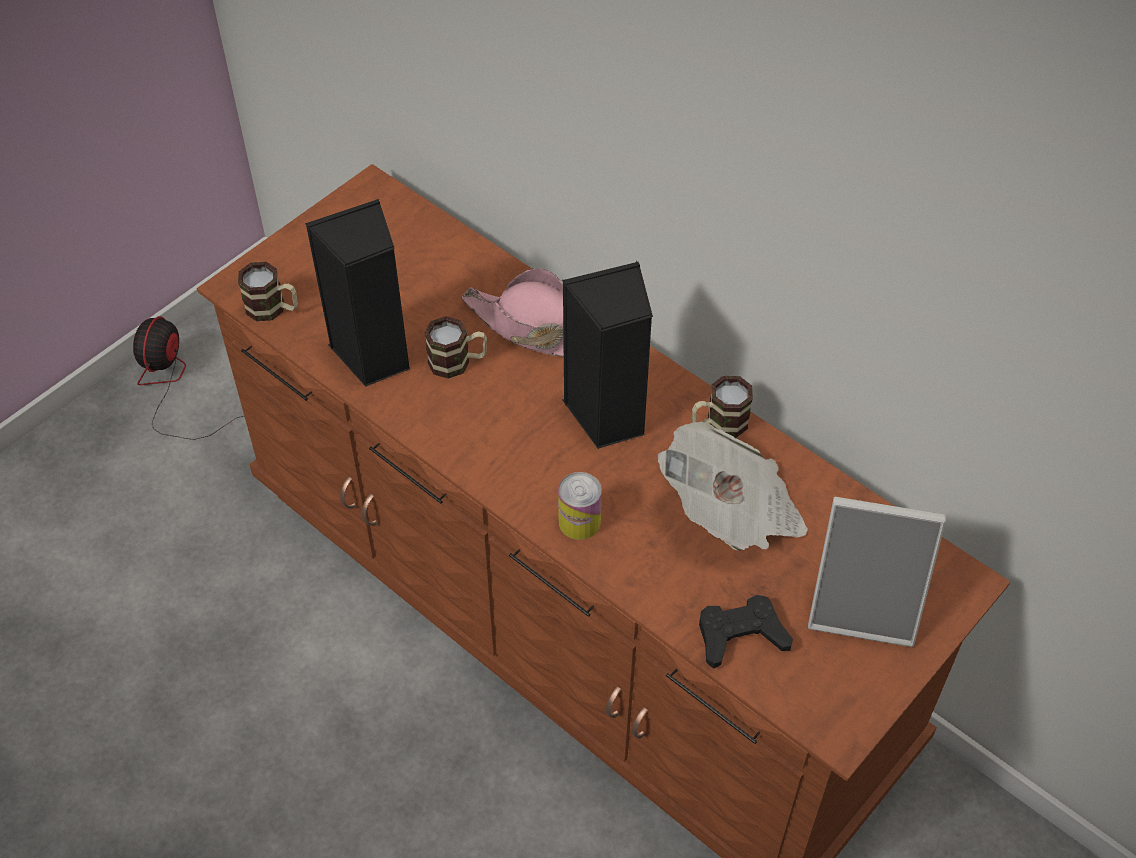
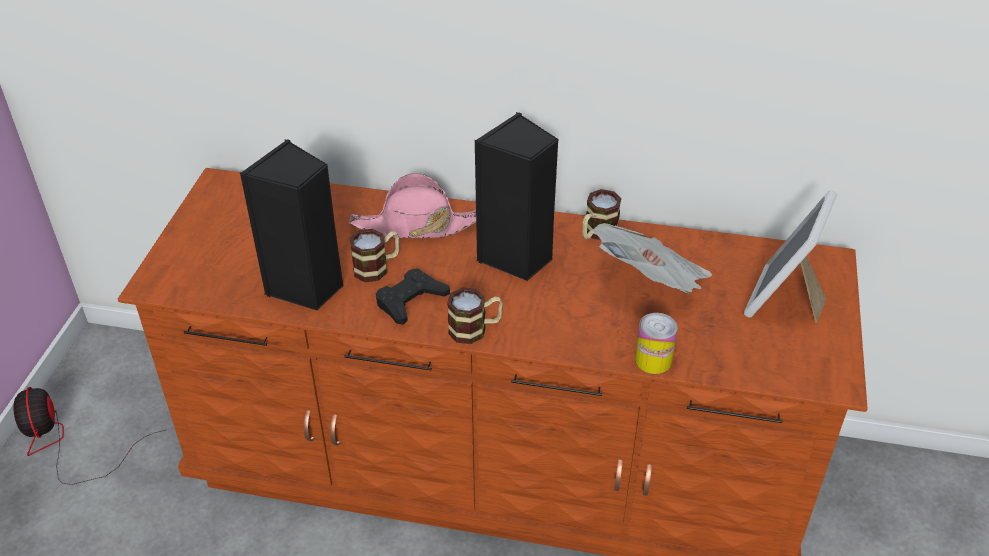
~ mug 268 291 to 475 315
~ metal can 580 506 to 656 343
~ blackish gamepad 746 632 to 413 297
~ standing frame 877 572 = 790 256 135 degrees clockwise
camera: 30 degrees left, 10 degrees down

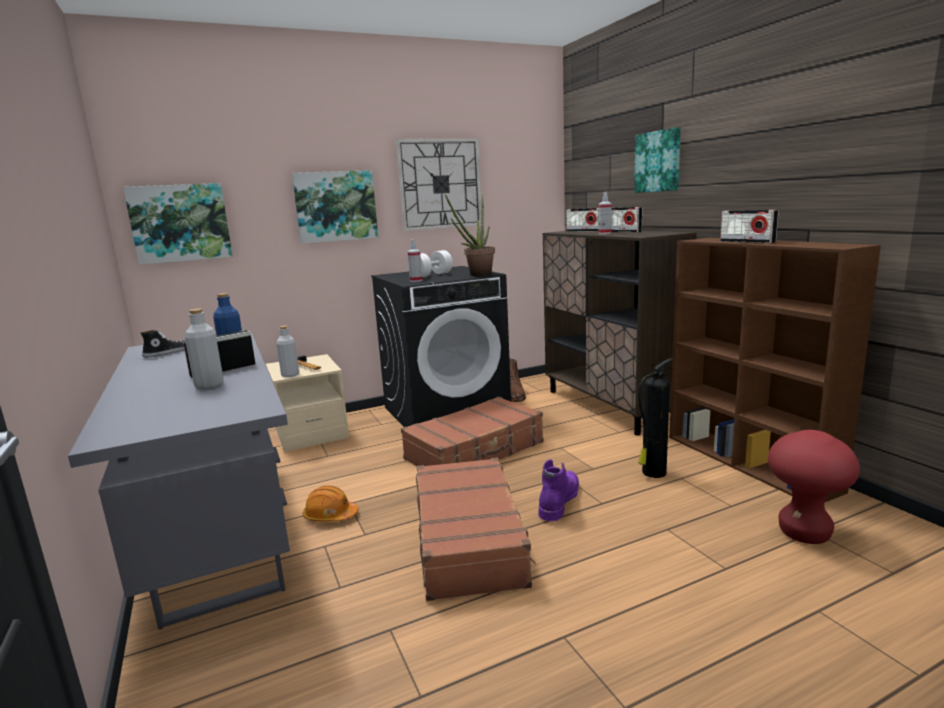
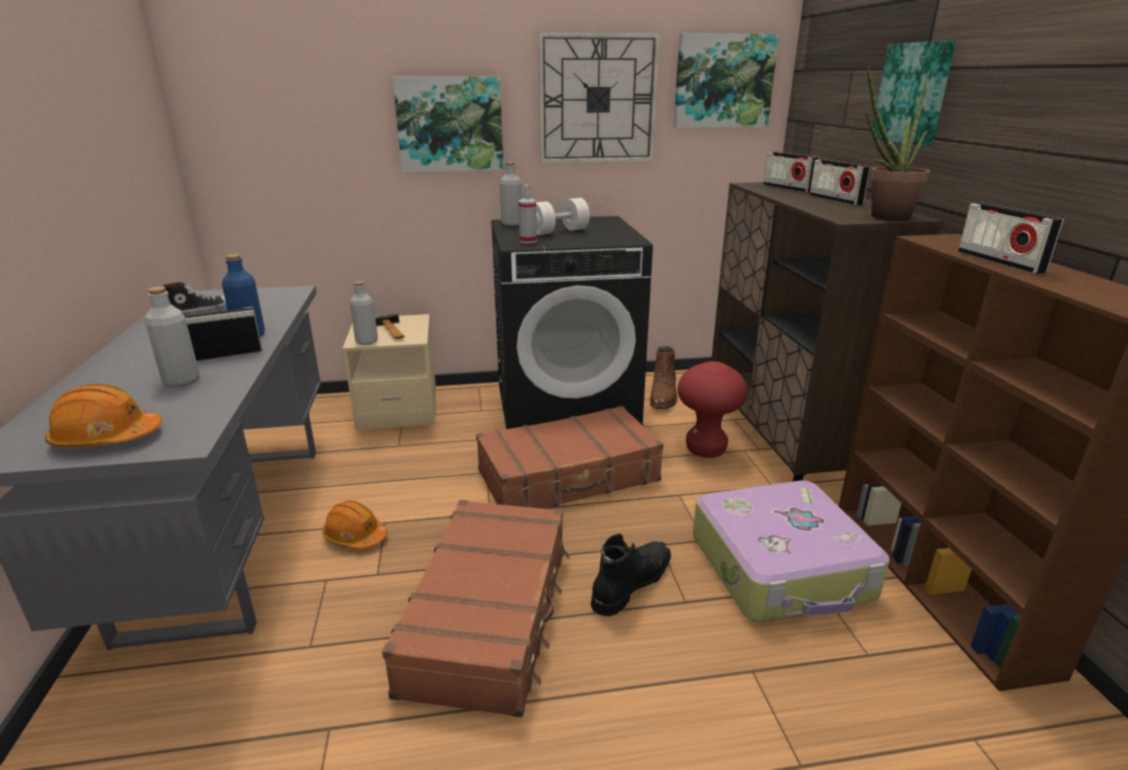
- hand sprayer 605 213
+ orangey safety helmet 103 415
+ gray drink bottle 511 194
~ wall art 178 224 to 726 80
~ plant in a pot 470 235 to 898 143
~ red stool seat 814 487 to 712 409
~ extinguisher 656 418 to travel case 791 551
~ purple-coloured high-top boot 558 490 to blackish high-top boot 631 574
camera: 15 degrees right, 10 degrees up

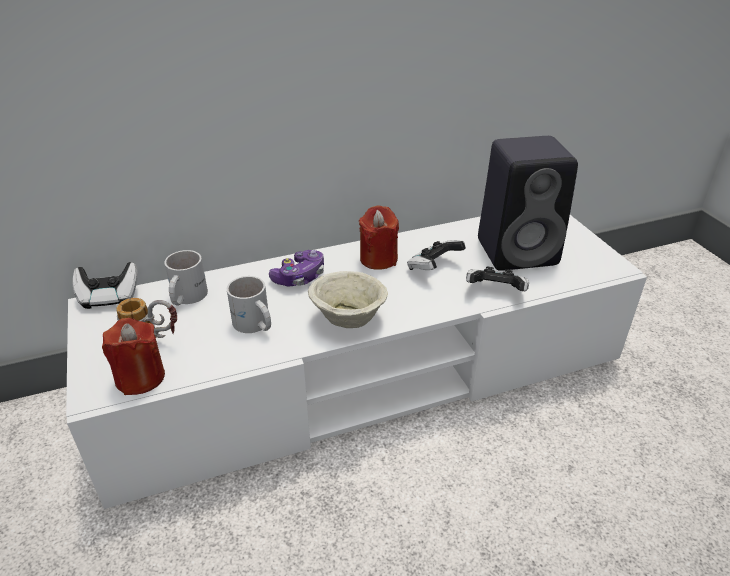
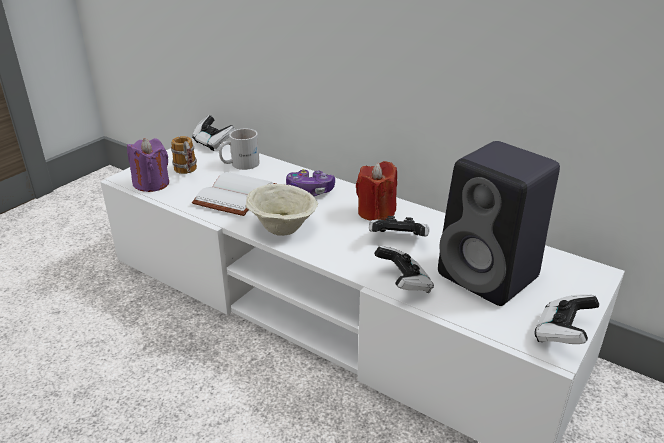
+ gamepad 566 319
~ white-coloured mug 249 304 to white-coloured volume 234 194
~ red wax candle 133 356 to purple-coloured wax candle 148 165
camera: 55 degrees right, 5 degrees down

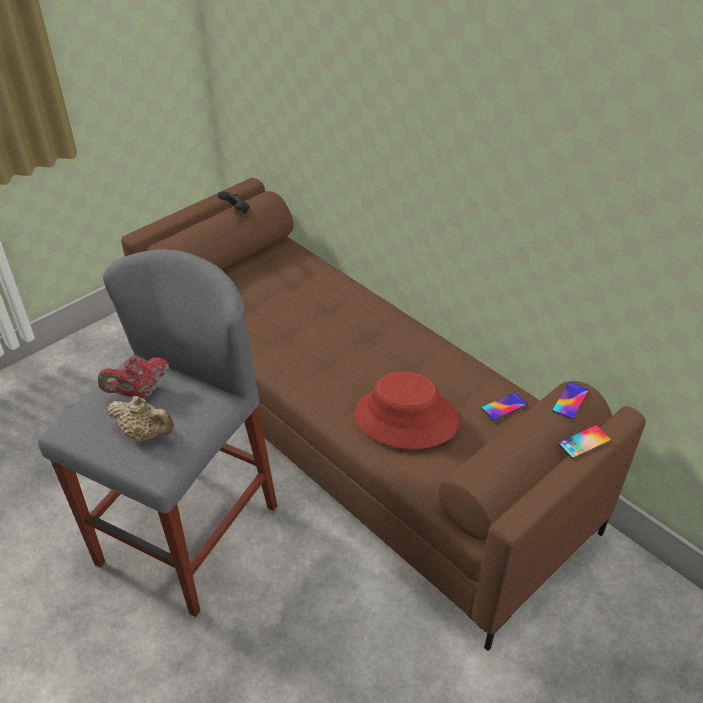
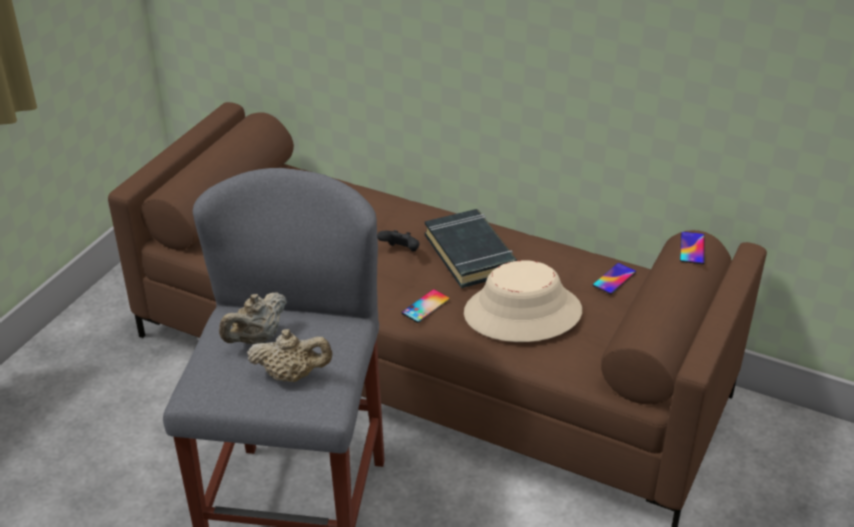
+ blackish volume 471 248
~ blackish gamepad 233 202 to 398 241
~ phone 584 442 to 426 306
~ red teapot 133 377 to beige-coloured teapot 253 318
~ red wearable hat 407 410 to beige-coloured wearable hat 523 301
camera: 20 degrees left, 5 degrees down

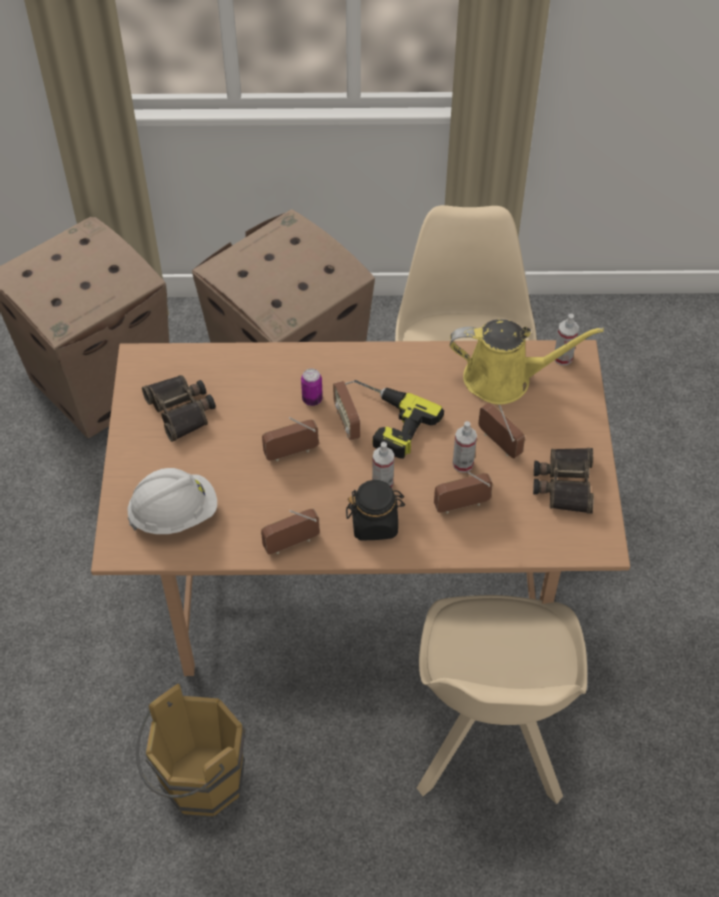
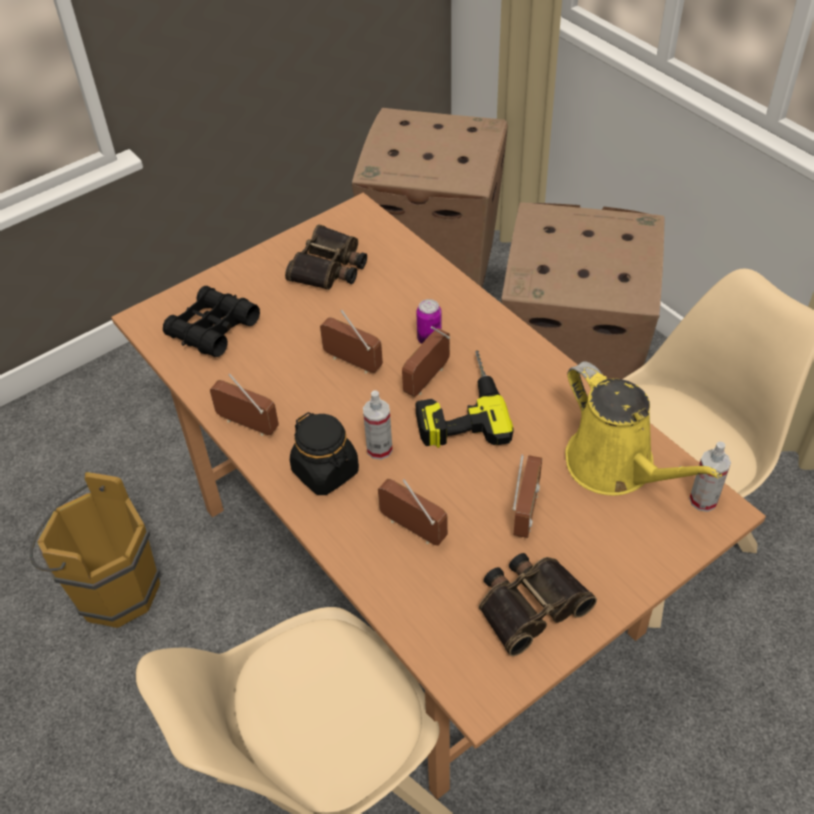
- hand sprayer 465 447
~ white-coloured safety helmet 172 501 to blackish field glasses 211 321
camera: 55 degrees right, 5 degrees down

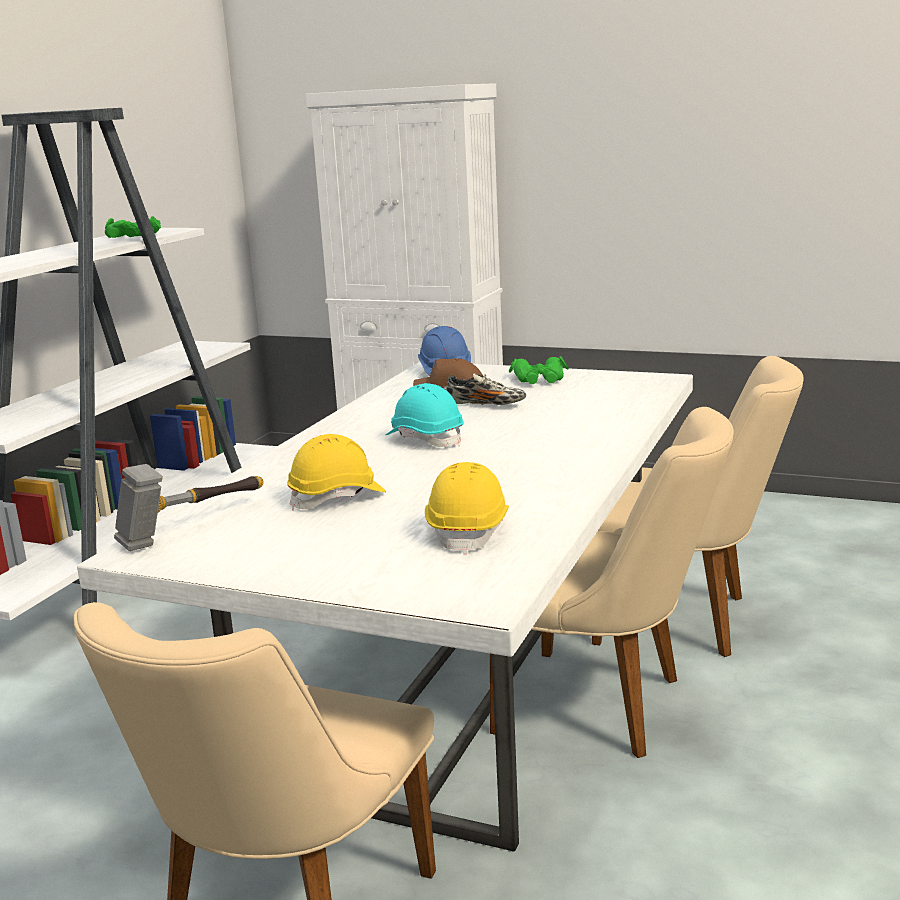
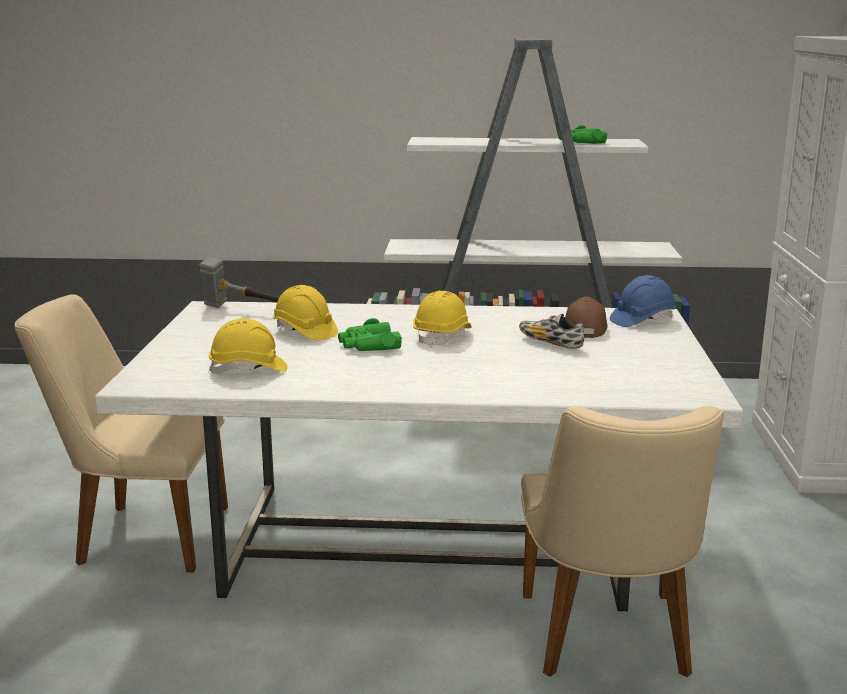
- beige-coloured plain chair 612 582
~ green field glasses 539 370 to 370 334
~ blue-green safety helmet 425 415 to yellow safety helmet 442 319
~ shoe 486 389 = 551 331 135 degrees clockwise
camera: 70 degrees right, 0 degrees up

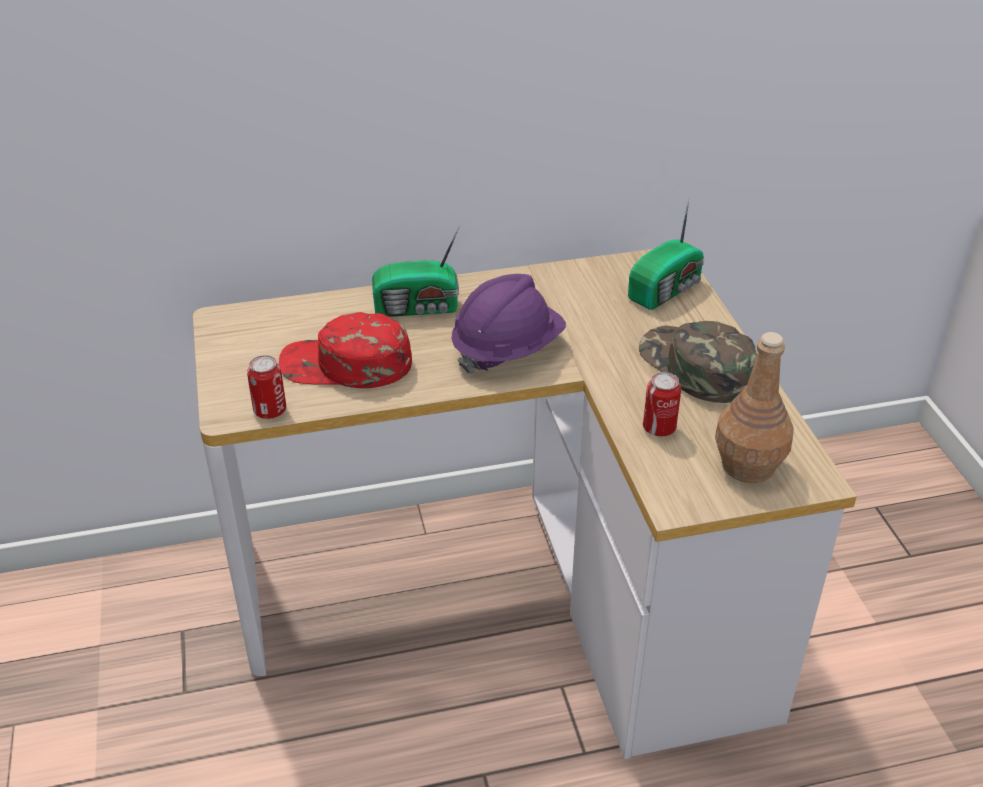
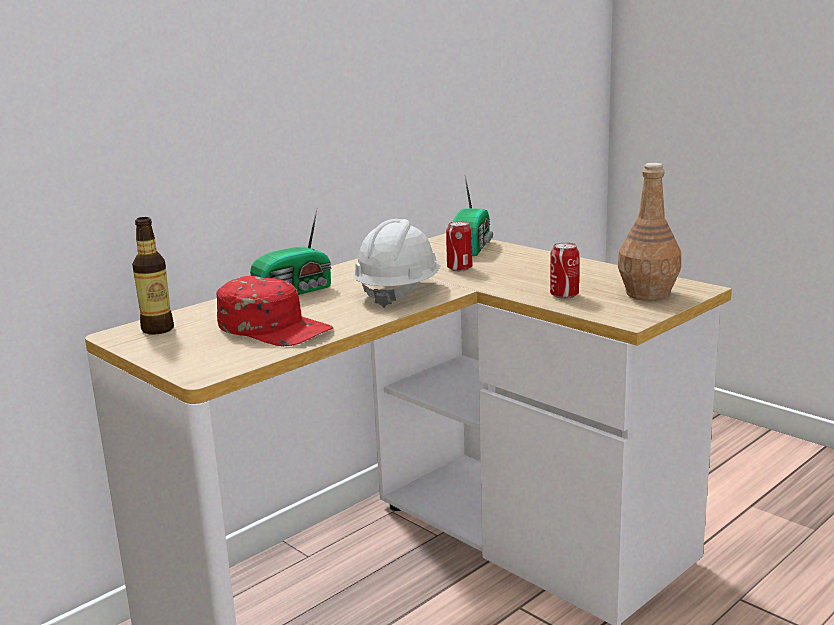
- green peaked cap 698 362
+ drink bottle 153 276
~ metal can 266 387 to 459 246
~ purple-coloured safety helmet 508 324 to white-coloured safety helmet 396 263
~ red peaked cap 345 350 = 275 311 120 degrees counterclockwise
camera: 30 degrees left, 20 degrees down

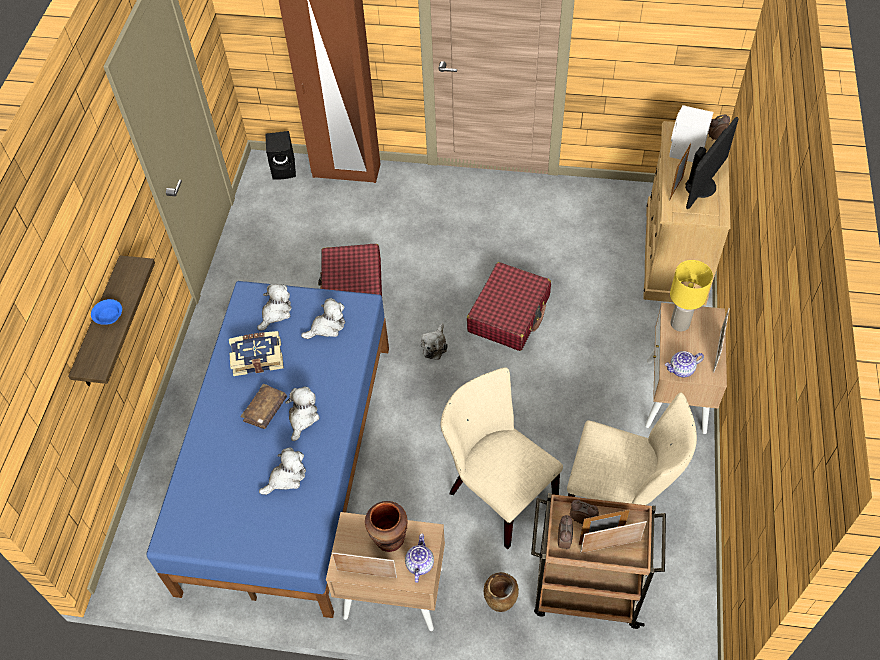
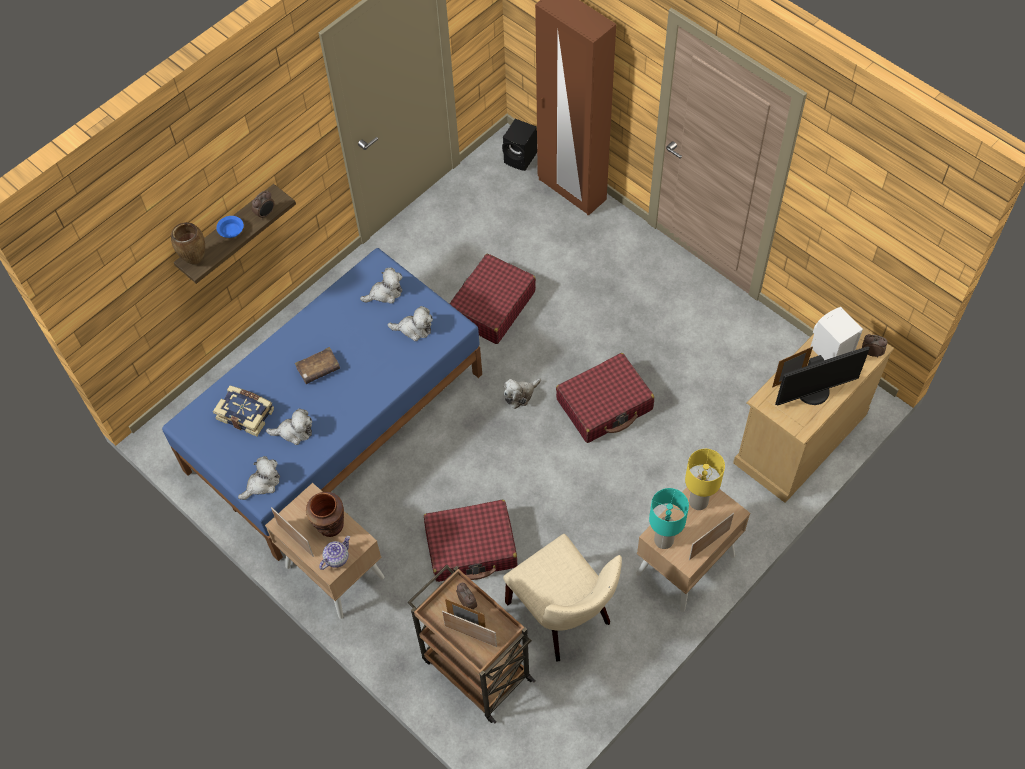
~ volume 256 353 to 243 411
~ soft toy 302 414 to 259 478
~ brown flower vase 501 592 to 188 243
~ table clock 565 532 to 263 205
~ beige-coloured plain chair 502 458 to red travel case 470 541
~ teapot 684 364 to blue-green table lamp 669 518
camera: 35 degrees right, 5 degrees up

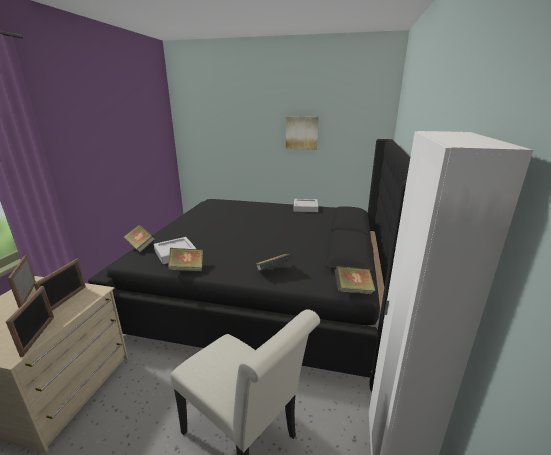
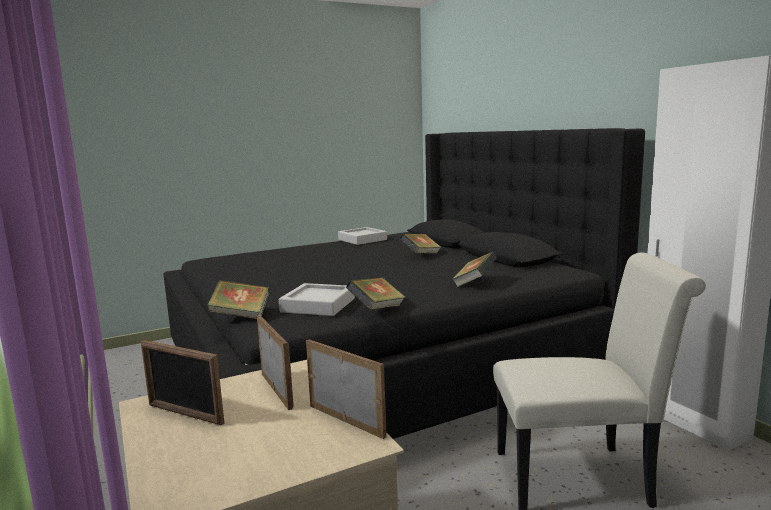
- wall art 302 133
~ volume 355 280 to 420 244
camera: 40 degrees left, 10 degrees down

